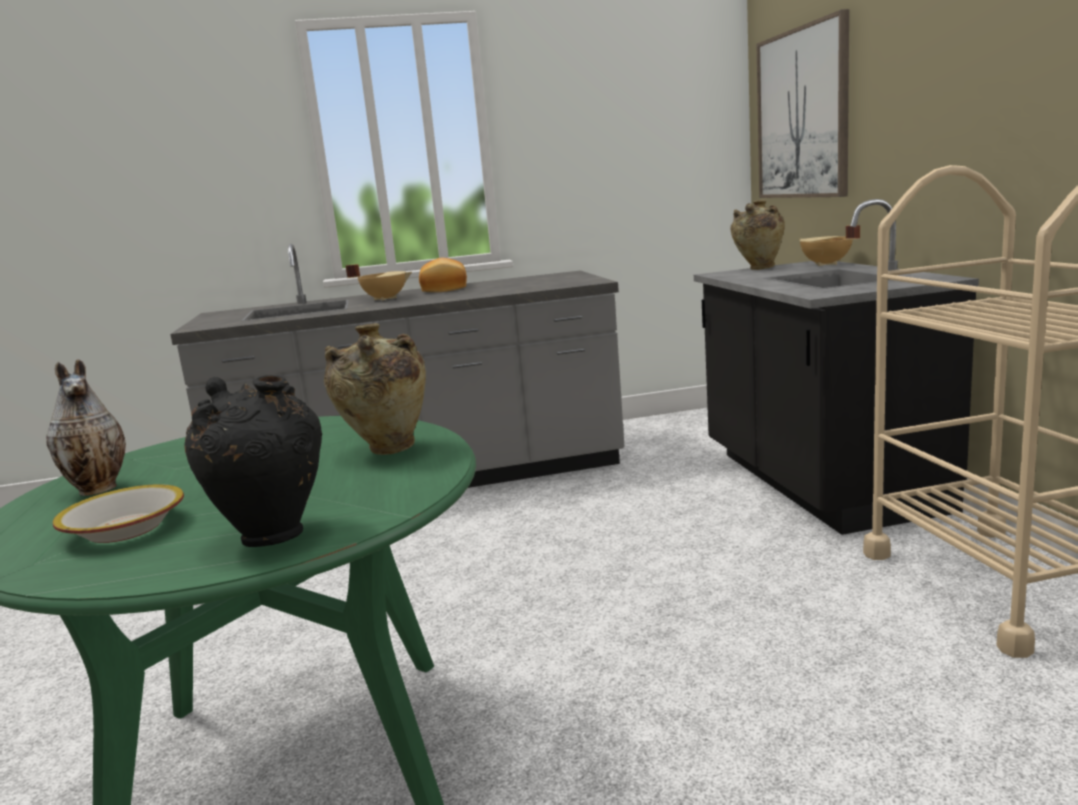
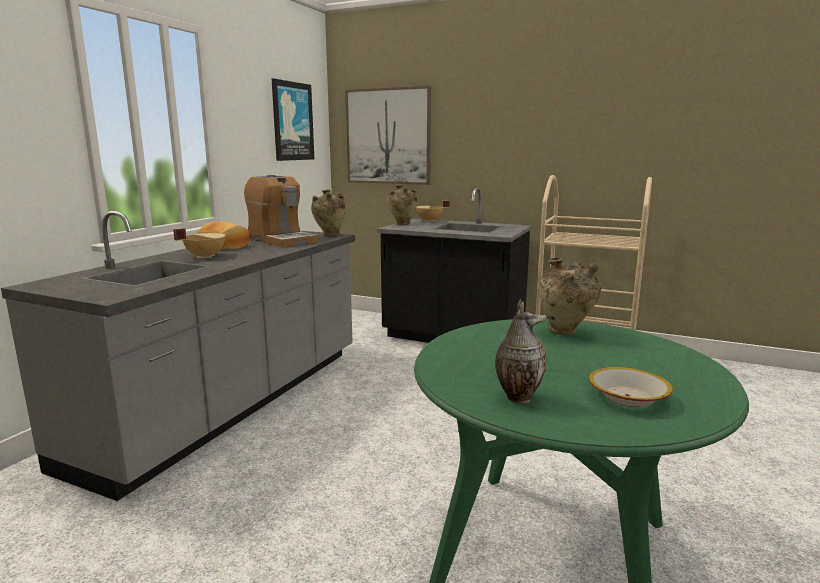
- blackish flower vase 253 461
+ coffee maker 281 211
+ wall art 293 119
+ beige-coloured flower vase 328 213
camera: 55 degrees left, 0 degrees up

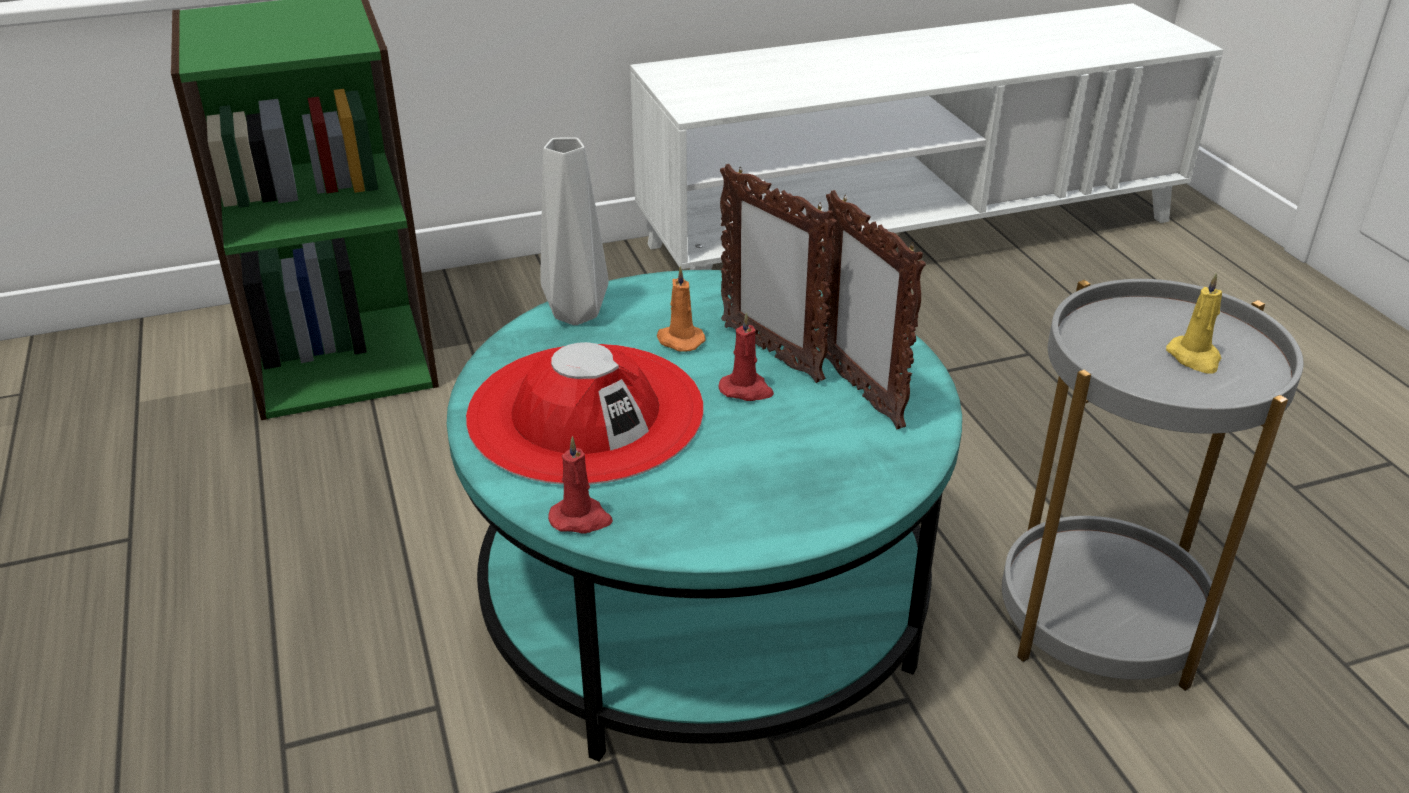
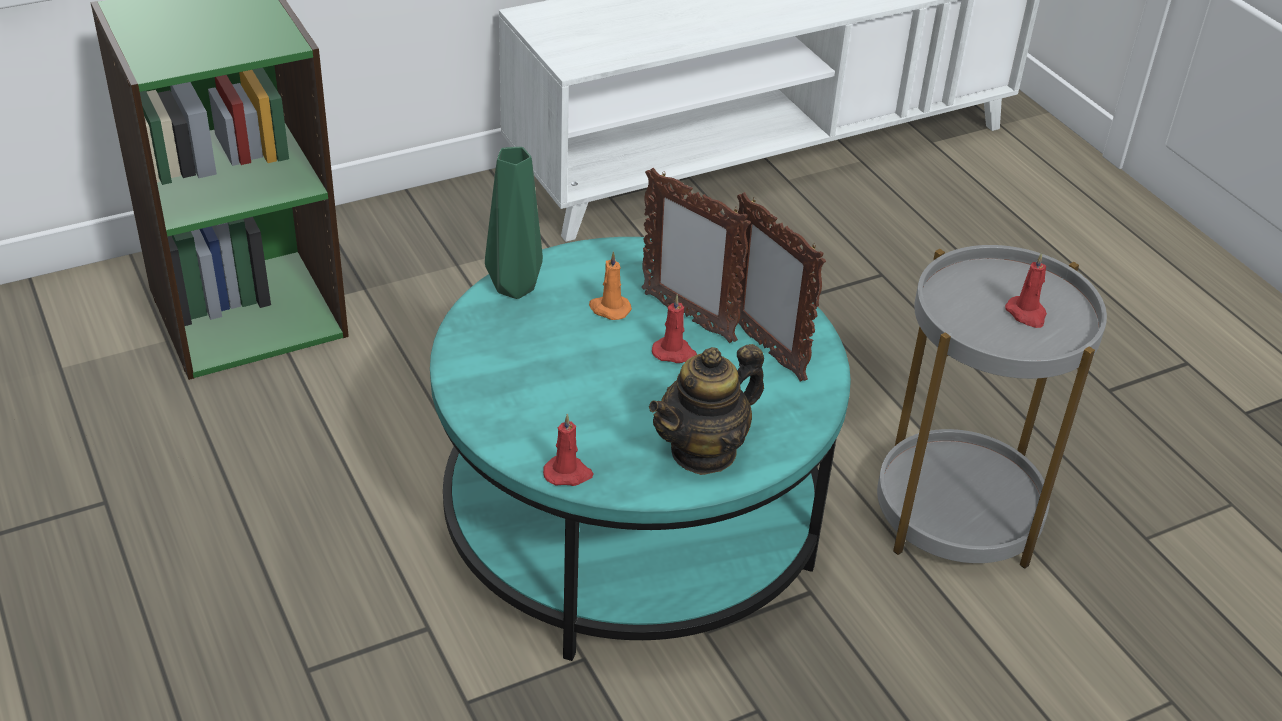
- red wearable hat 585 413
+ teapot 706 409
~ gray flower vase 574 231 to green flower vase 514 223
~ yellow wax candle 1194 323 to red wax candle 1026 290
camera: 10 degrees left, 5 degrees up

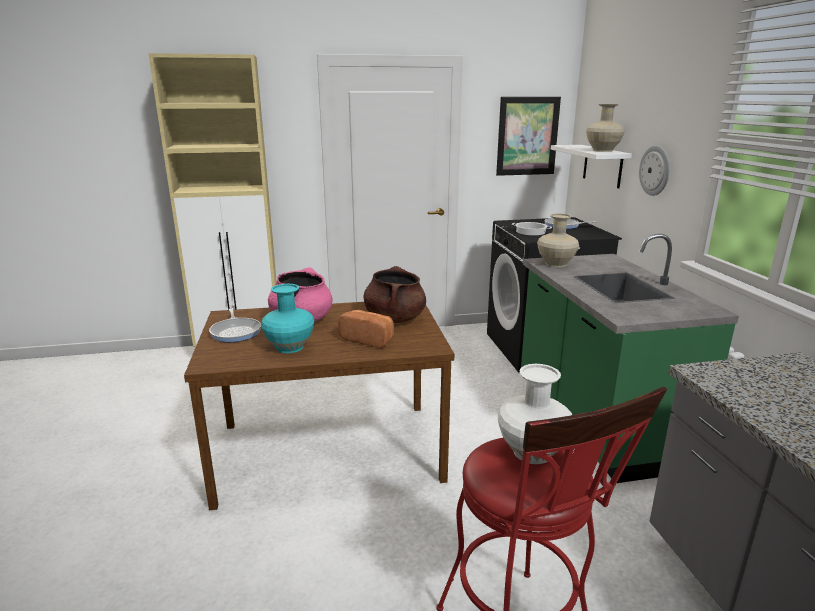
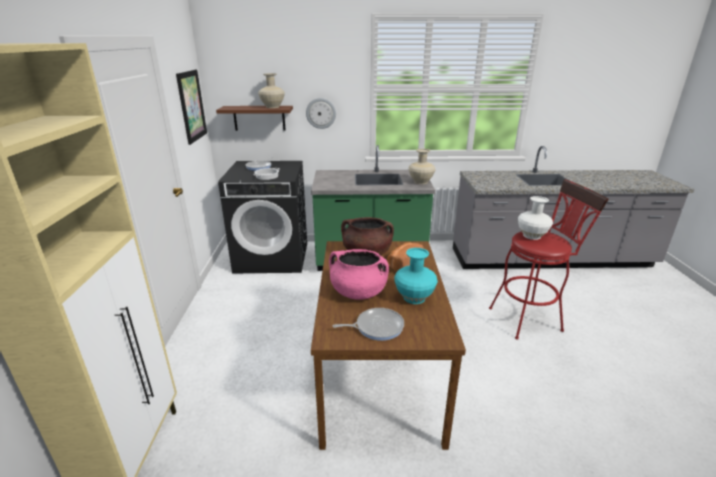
~ beige-coloured flower vase 558 240 to 422 166
~ white-coloured shelf 591 166 to brown shelf 254 118
camera: 80 degrees left, 5 degrees up

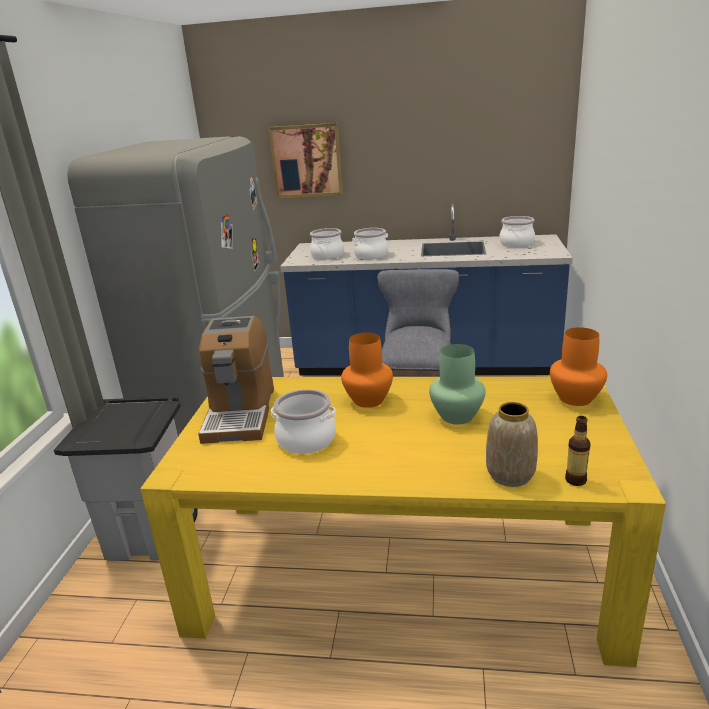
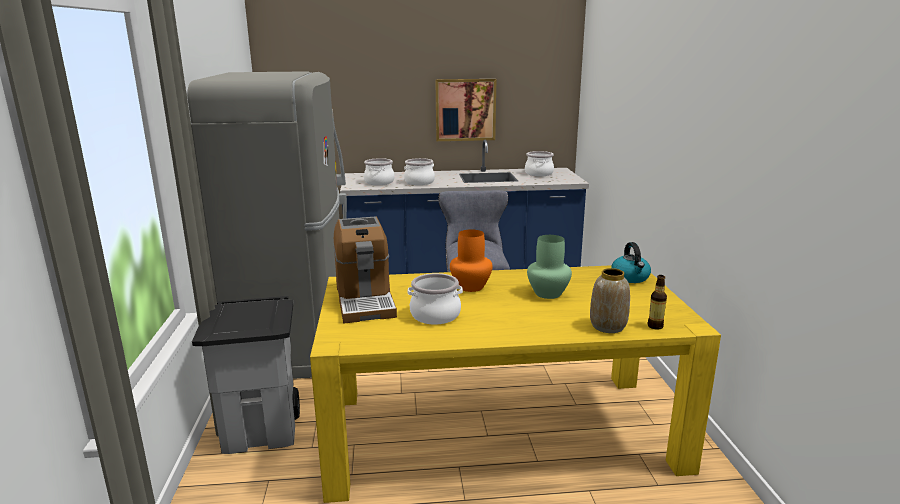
~ wall art 306 160 to 466 110
~ orangey flower vase 578 366 to kettle 631 262
camera: 15 degrees left, 5 degrees down

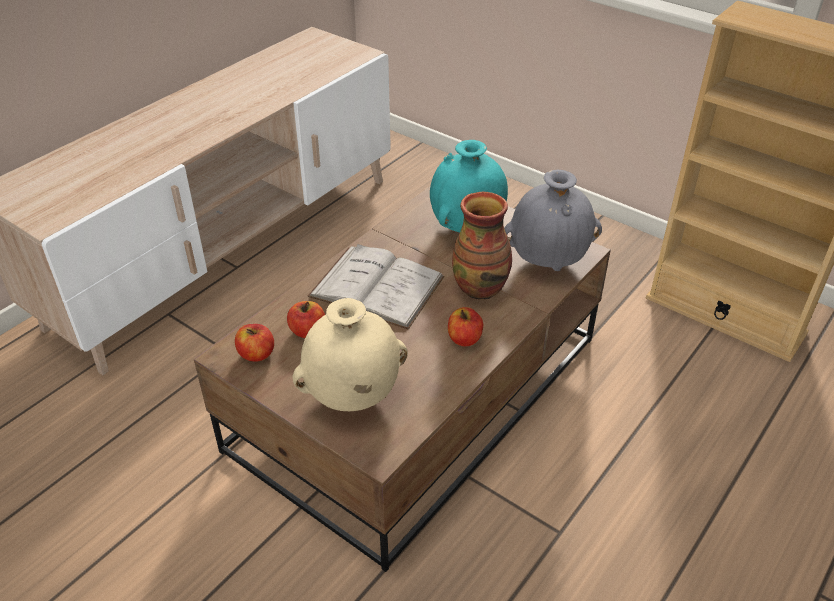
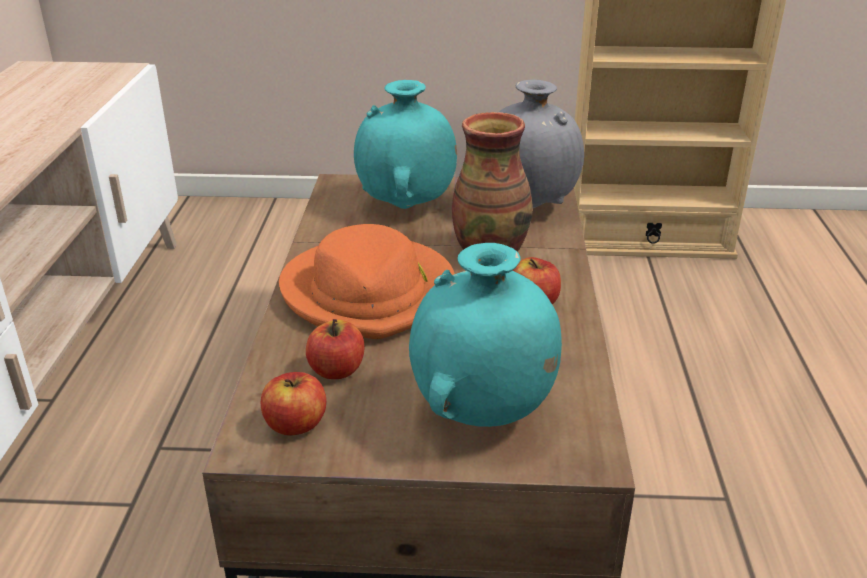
~ white-coloured volume 376 287 to orangey wearable hat 367 281
~ beige-coloured flower vase 350 354 to blue-green flower vase 485 335
camera: 35 degrees left, 10 degrees down

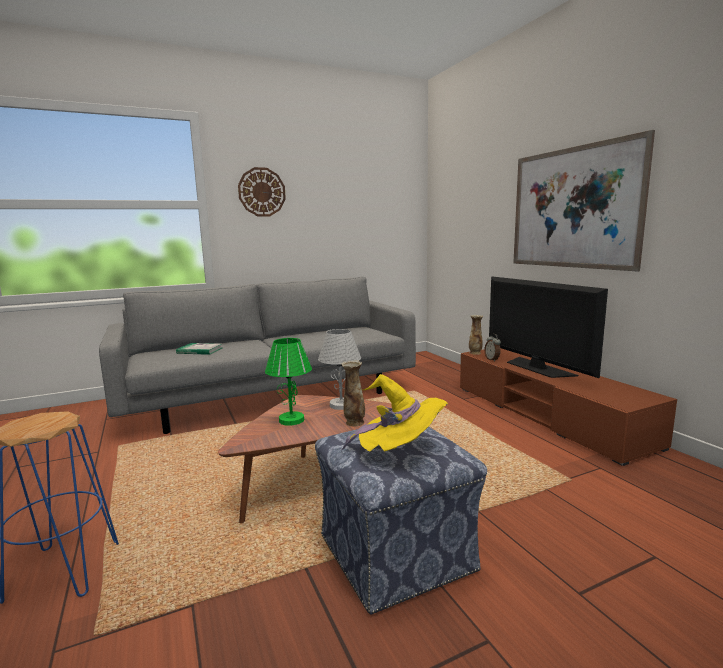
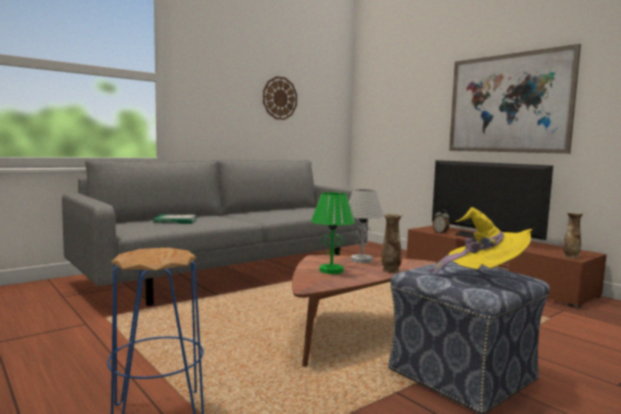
~ wall clock 262 191 to 280 98
~ flower vase 476 335 to 573 235
camera: 15 degrees left, 5 degrees down

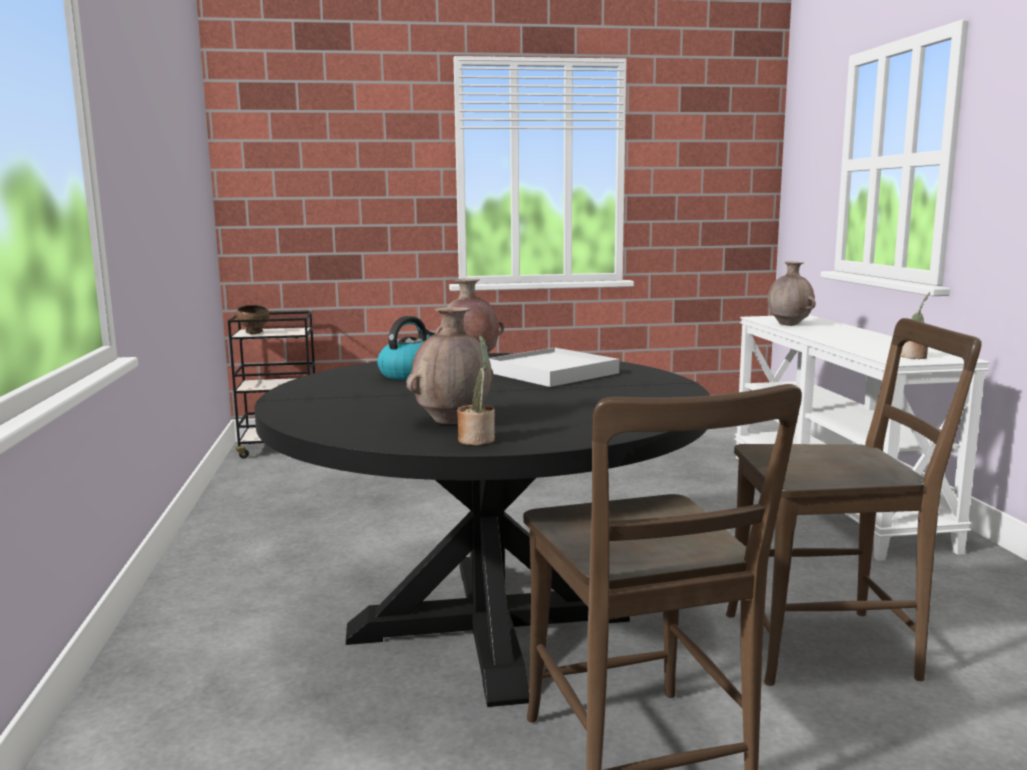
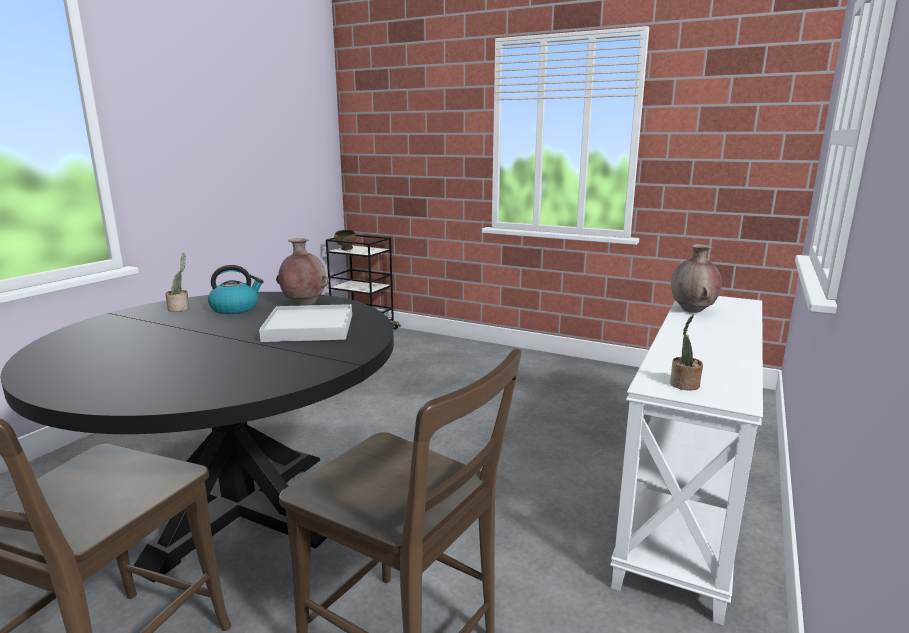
- brown flower vase 449 365
~ plant in a pot 476 390 to 177 282
camera: 35 degrees right, 5 degrees up

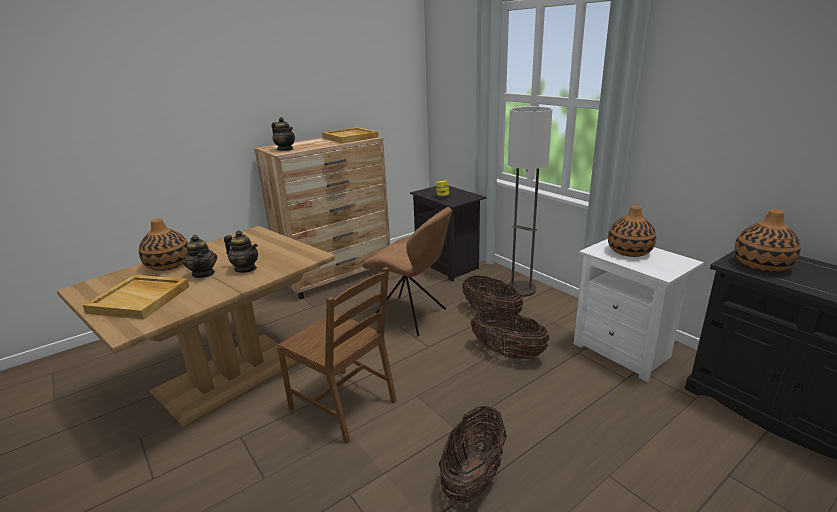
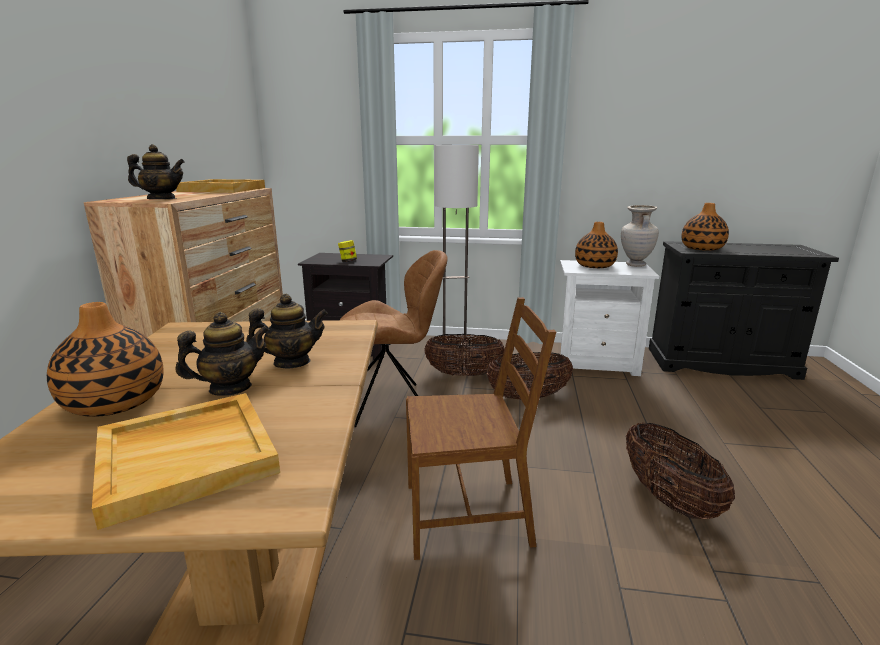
+ beige-coloured flower vase 640 236
~ teapot 200 256 = 222 354 45 degrees counterclockwise
camera: 45 degrees left, 5 degrees down

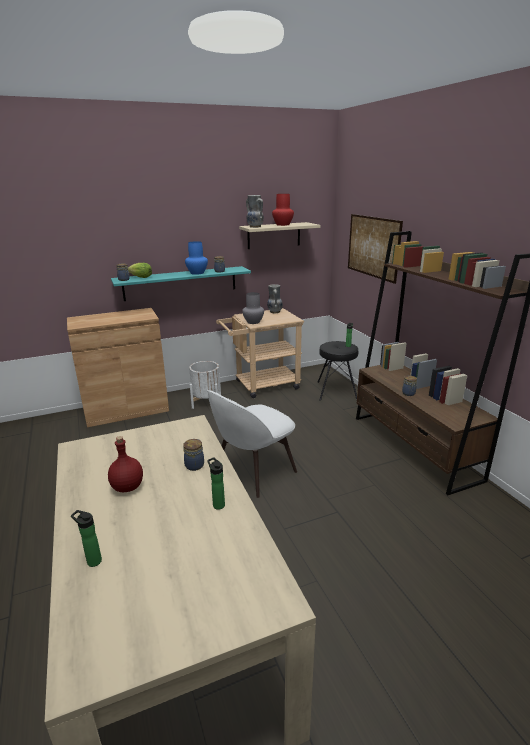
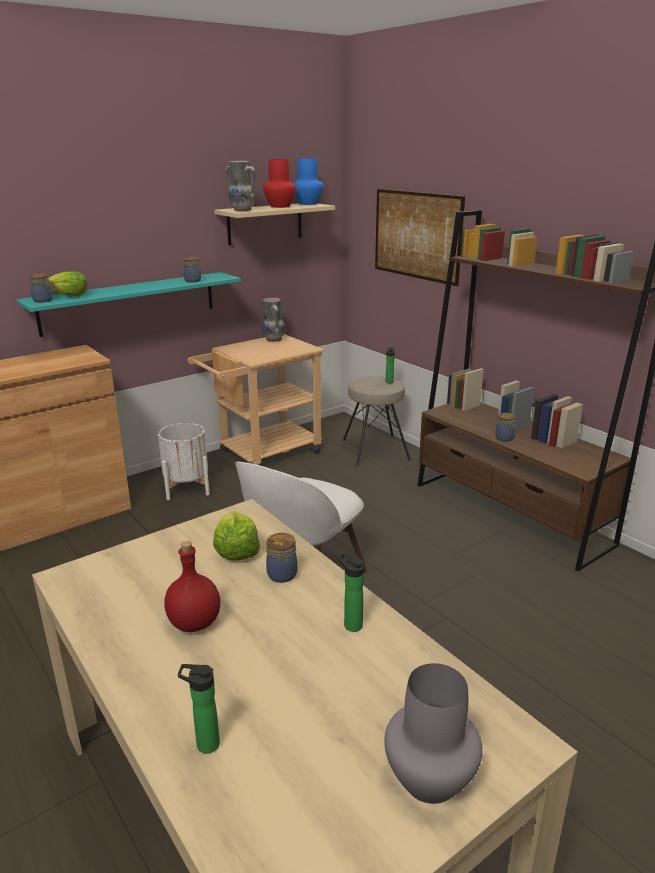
+ lettuce 236 536
~ blue flower vase 196 258 to 308 181
~ gray flower vase 253 308 to 433 733
~ blackish stool seat 337 371 to beige-coloured stool seat 377 421
camera: 15 degrees left, 0 degrees up

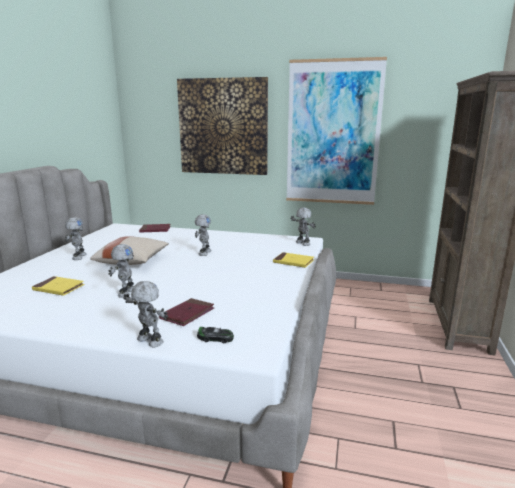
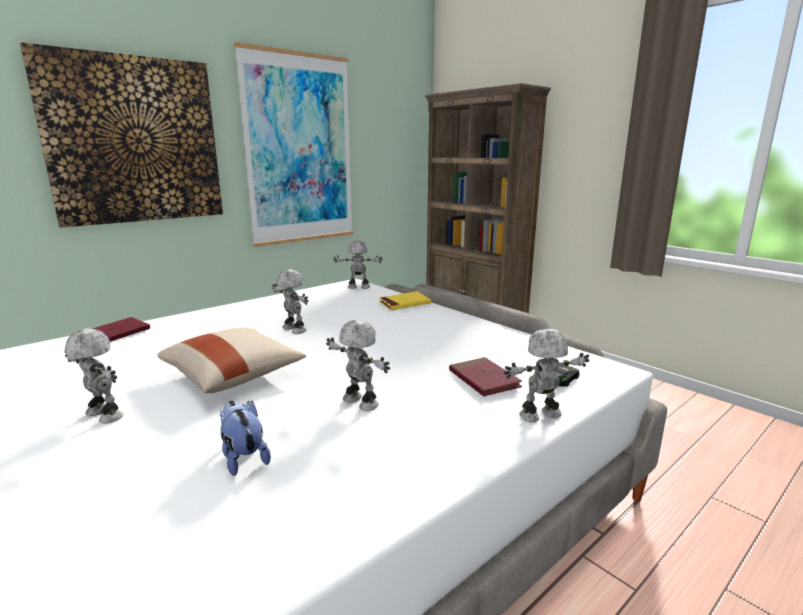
~ yellow volume 58 286 to soft toy 245 438
camera: 55 degrees left, 0 degrees up

